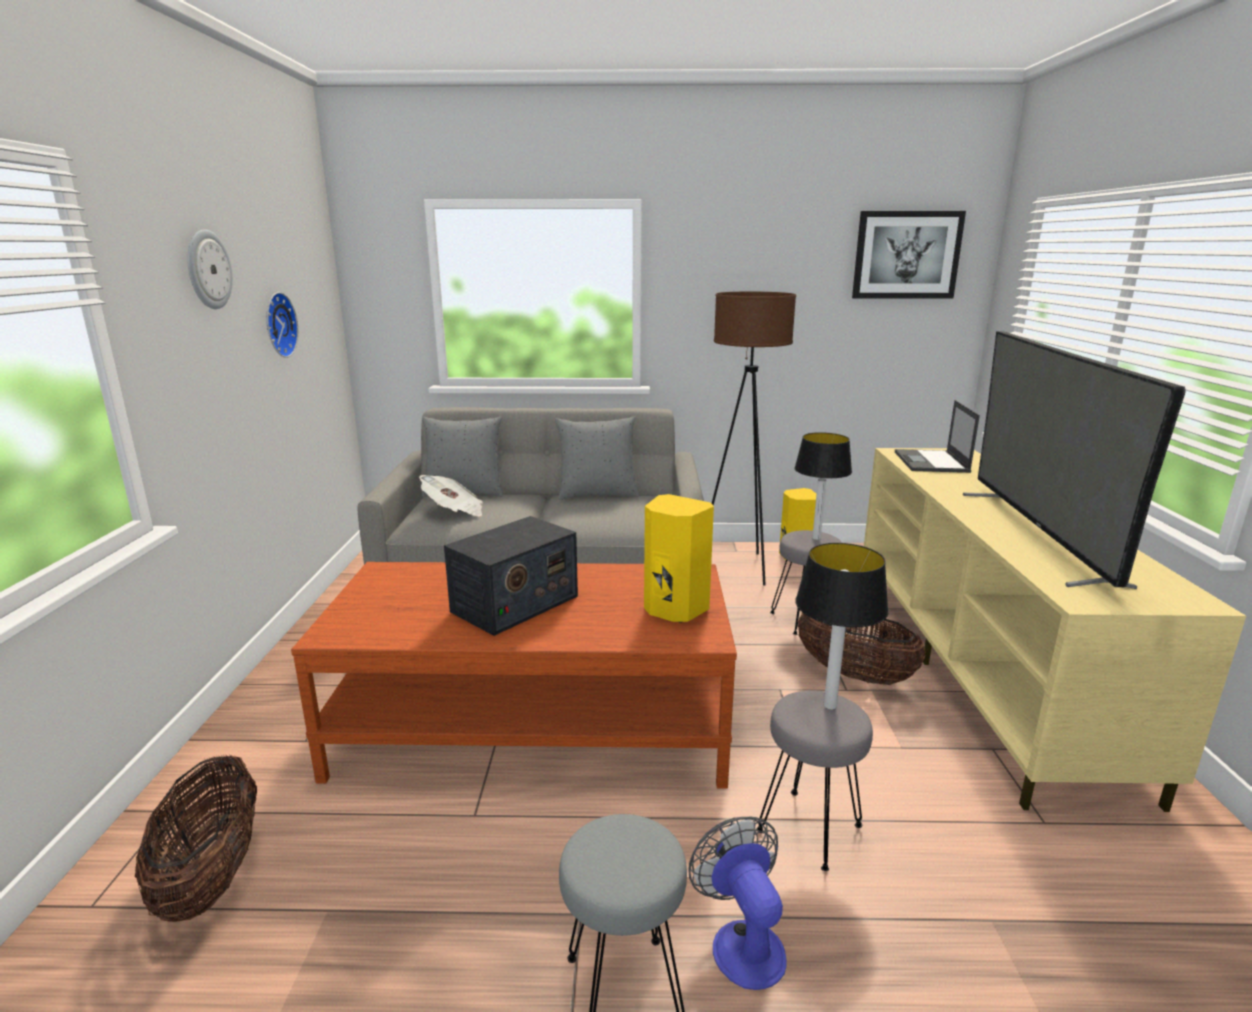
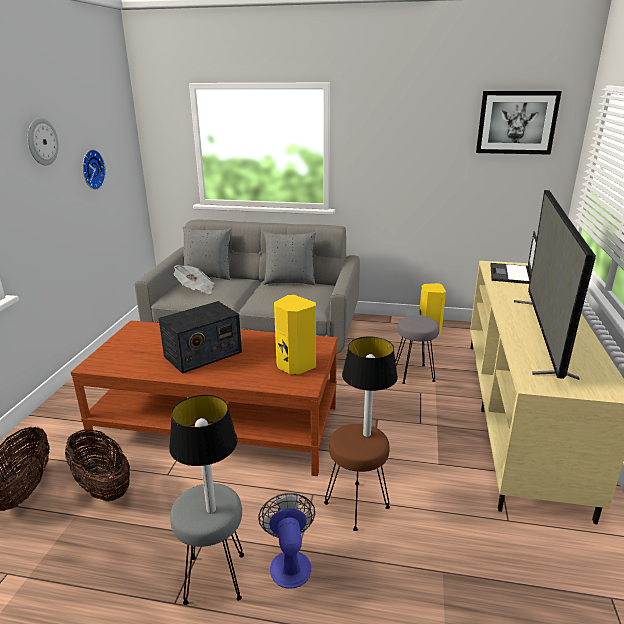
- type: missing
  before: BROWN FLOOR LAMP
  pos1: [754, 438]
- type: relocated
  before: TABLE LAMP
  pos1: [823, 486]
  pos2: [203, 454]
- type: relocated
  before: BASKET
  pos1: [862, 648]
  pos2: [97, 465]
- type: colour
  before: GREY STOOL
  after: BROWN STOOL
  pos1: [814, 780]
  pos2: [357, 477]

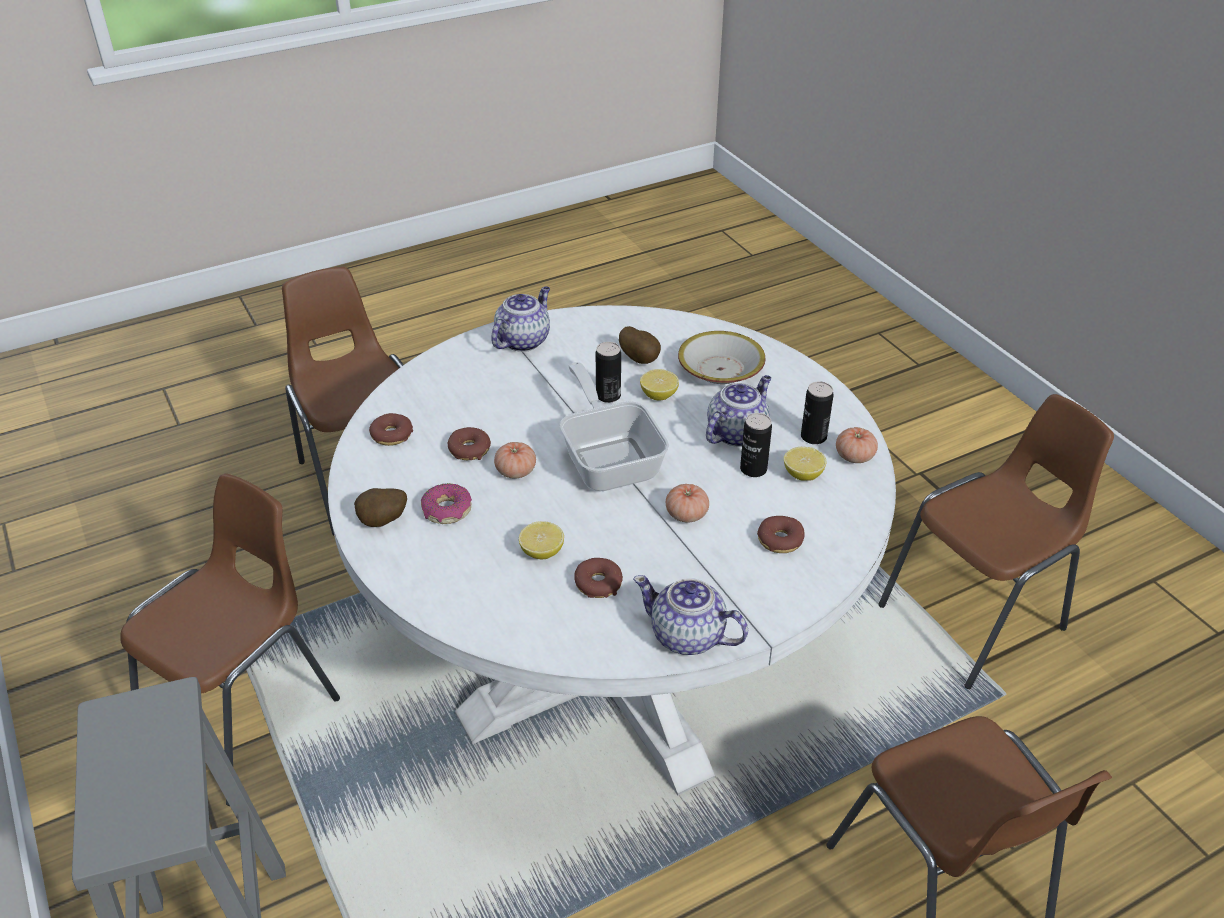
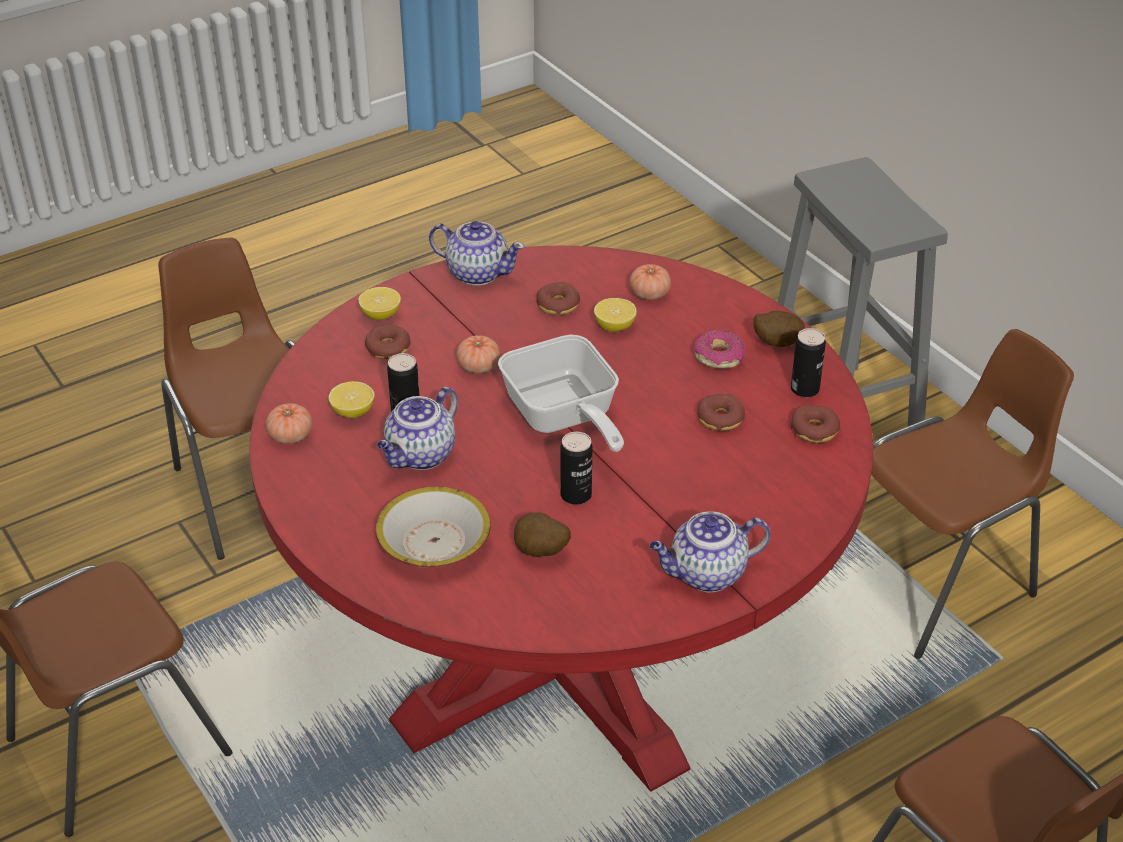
- type: spun
  before: TEAPOT
  pos1: [520, 319]
  pos2: [710, 551]
  turn: 45
- type: colour
  before: WHITE DINING TABLE
  after: RED DINING TABLE
  pos1: [612, 550]
  pos2: [561, 519]
- type: relocated
  before: LEMON
  pos1: [659, 385]
  pos2: [379, 303]
- type: relocated
  before: CAN
  pos1: [817, 412]
  pos2: [808, 362]
- type: relocated
  before: TOMATO
  pos1: [515, 460]
  pos2: [650, 282]
- type: spun
  before: BROWN CHAIR
  pos1: [230, 639]
  pos2: [952, 494]
  turn: -150

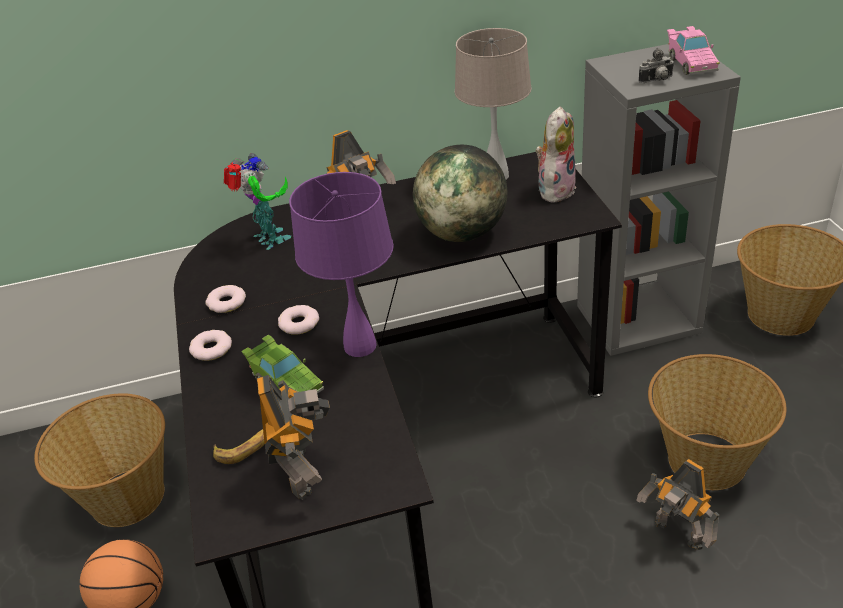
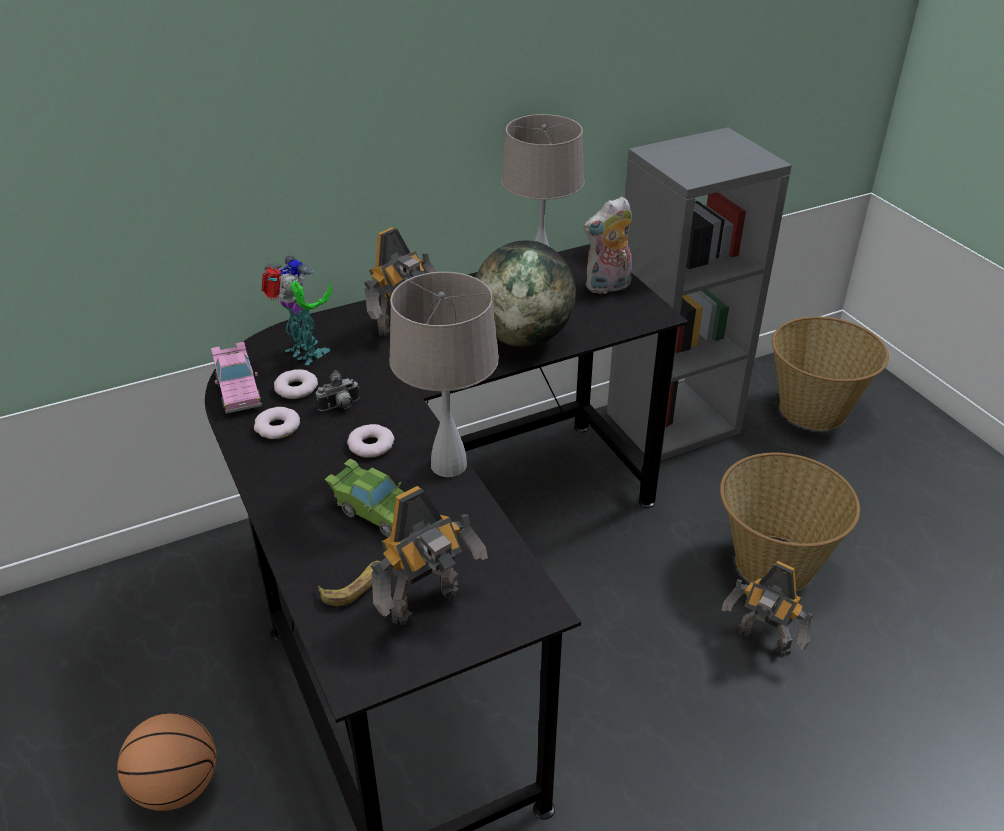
- type: relocated
  before: PINK TOY CAR
  pos1: [693, 50]
  pos2: [236, 378]
- type: relocated
  before: PHOTO CAMERA
  pos1: [656, 65]
  pos2: [337, 390]
- type: spun
  before: PLUSH TOY
  pos1: [555, 154]
  pos2: [607, 246]
  turn: -135
- type: colour
  before: PURPLE TABLE LAMP
  after: BEIGE TABLE LAMP
  pos1: [341, 264]
  pos2: [444, 374]
- type: relocated
  before: DONUT
  pos1: [210, 345]
  pos2: [296, 384]
- type: spun
  before: TOY ROBOT
  pos1: [293, 437]
  pos2: [429, 555]
  turn: 75
- type: missing
  before: BASKET
  pos1: [99, 460]

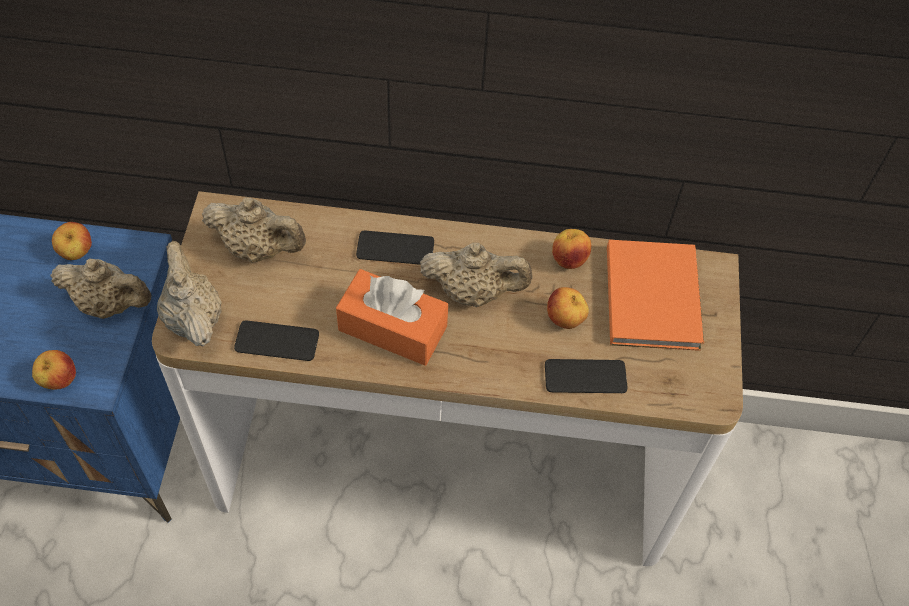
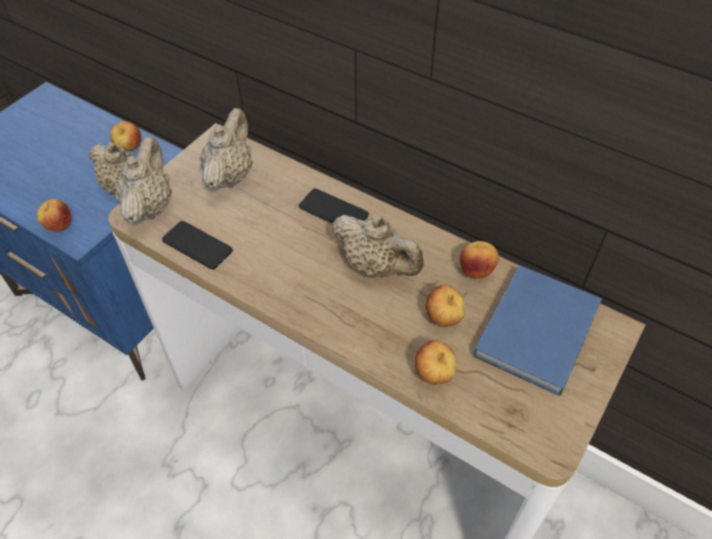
- type: spun
  before: BEIGE TEAPOT
  pos1: [254, 229]
  pos2: [226, 148]
  turn: -120
- type: colour
  before: ORANGE BOOK
  after: BLUE BOOK
  pos1: [655, 295]
  pos2: [537, 330]
- type: missing
  before: ORANGE TISSUE BOX
  pos1: [392, 317]
- type: exchanged
  before: PHONE
  after: APPLE
  pos1: [586, 376]
  pos2: [435, 362]

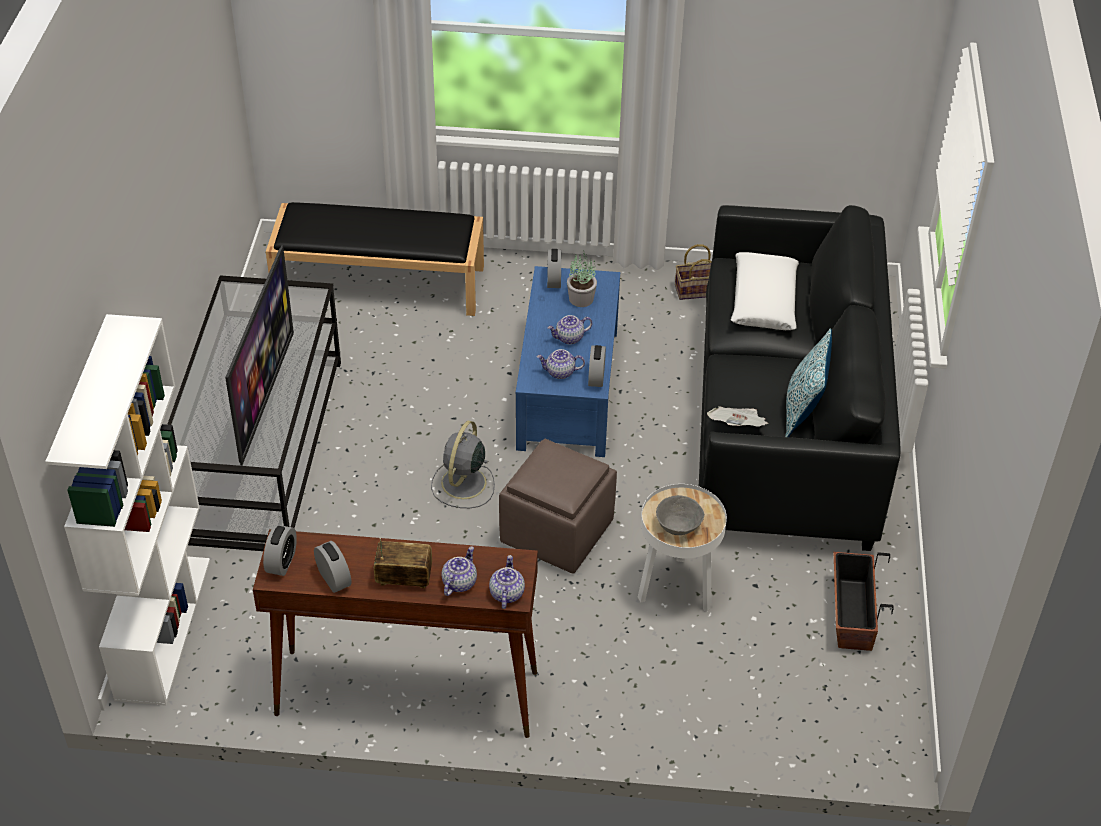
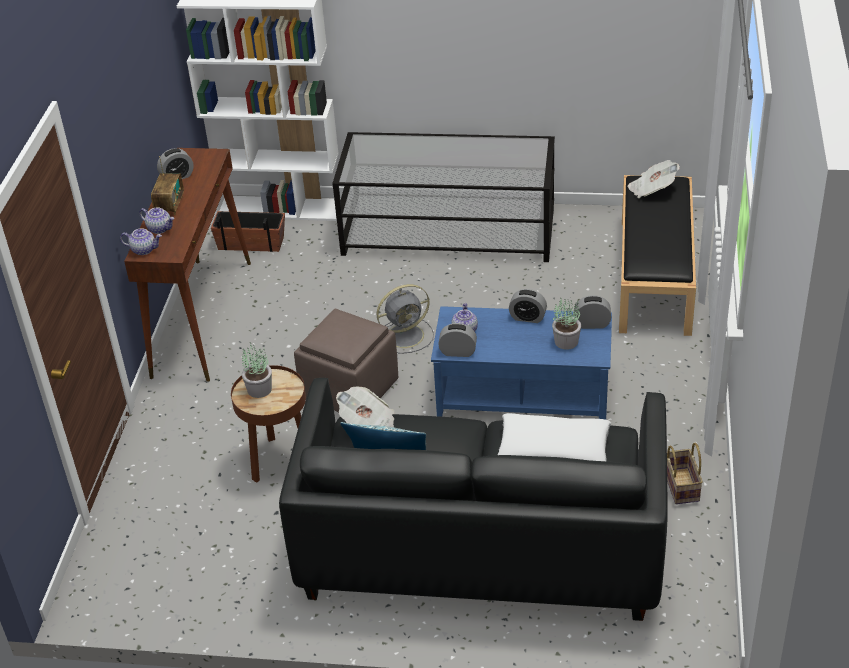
- type: missing
  before: TELEVISION
  pos1: [259, 355]
- type: missing
  before: TEAPOT
  pos1: [569, 329]
- type: spun
  before: GREY FAN
  pos1: [463, 464]
  pos2: [405, 319]
  turn: 135
- type: colour
  before: WHITE SIDE TABLE
  after: BROWN SIDE TABLE
  pos1: [682, 547]
  pos2: [268, 424]
- type: exchanged
  before: GREY BOWL
  after: POTTED PLANT
  pos1: [680, 515]
  pos2: [257, 370]
- type: relocated
  before: ALARM CLOCK
  pos1: [280, 550]
  pos2: [528, 306]
- type: relocated
  before: PLANTER
  pos1: [864, 601]
  pos2: [248, 231]
- type: appeared
  after: NEWSPAPER
  pos2: [653, 179]

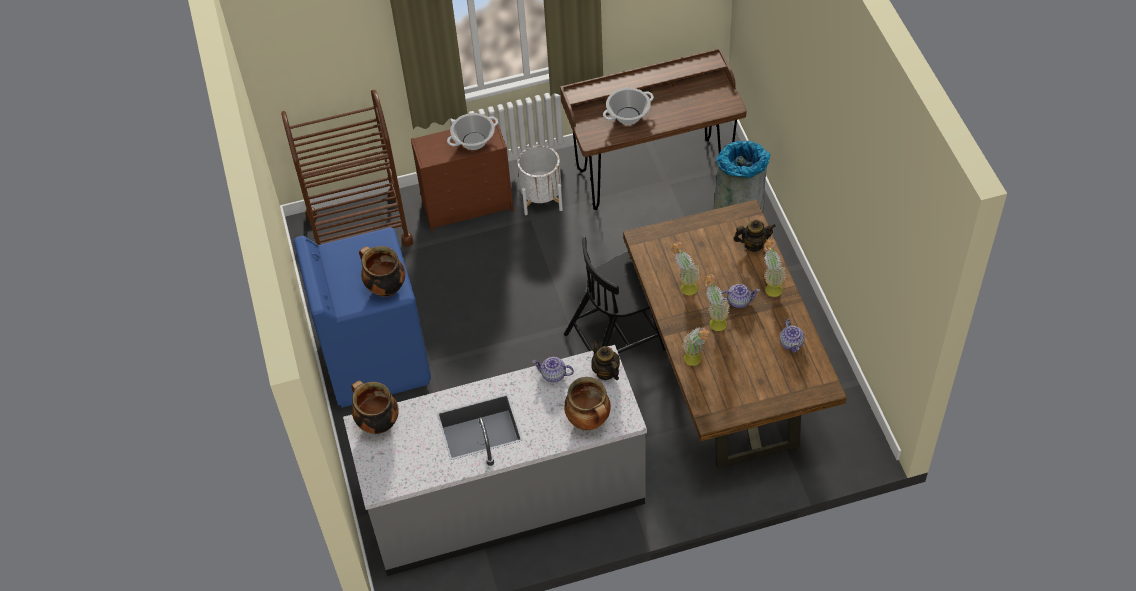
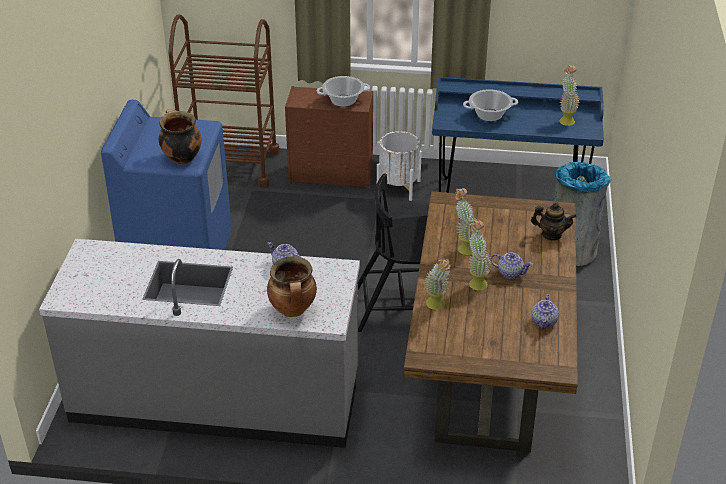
- type: colour
  before: BROWN DESK
  after: BLUE DESK
  pos1: [653, 129]
  pos2: [518, 135]
- type: relocated
  before: POTTED PLANT
  pos1: [775, 268]
  pos2: [569, 95]
- type: missing
  before: TEAPOT
  pos1: [605, 360]
- type: missing
  before: COOKING POT
  pos1: [375, 407]

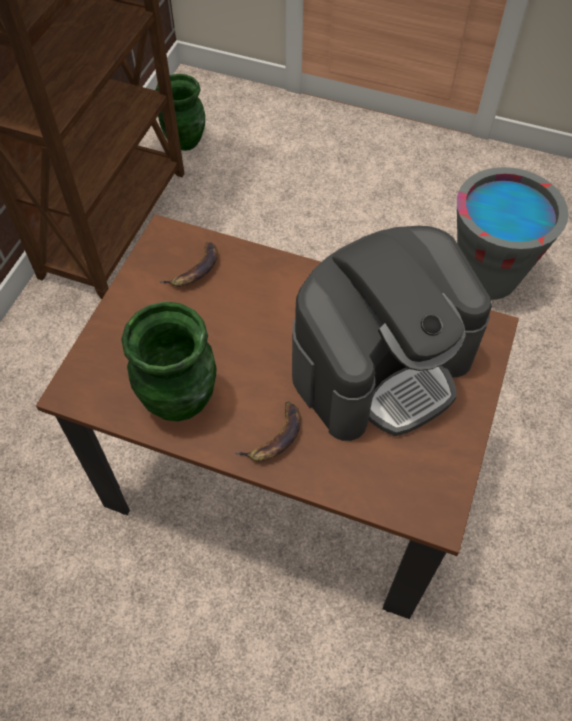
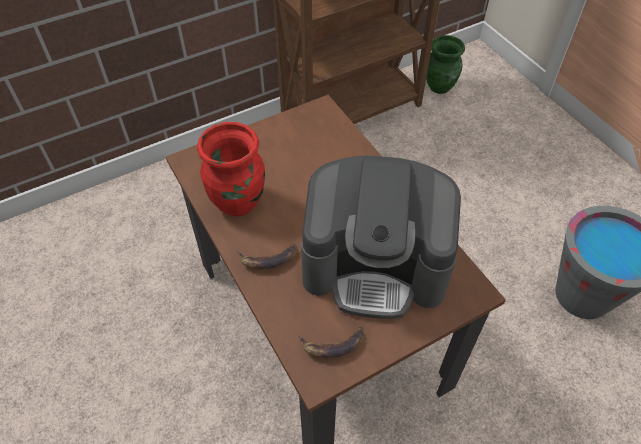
- type: relocated
  before: BANANA
  pos1: [188, 264]
  pos2: [331, 342]
- type: colour
  before: GREEN VASE
  after: RED VASE
  pos1: [169, 361]
  pos2: [231, 169]

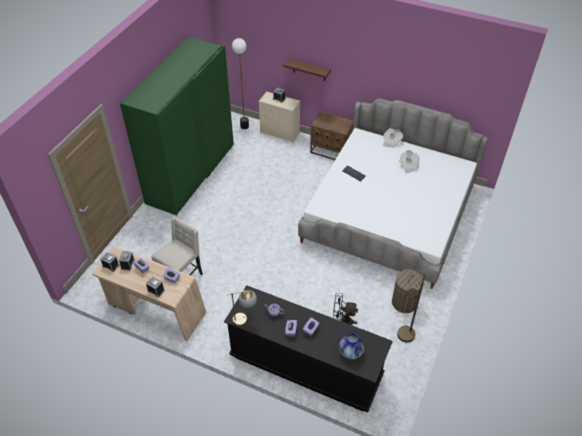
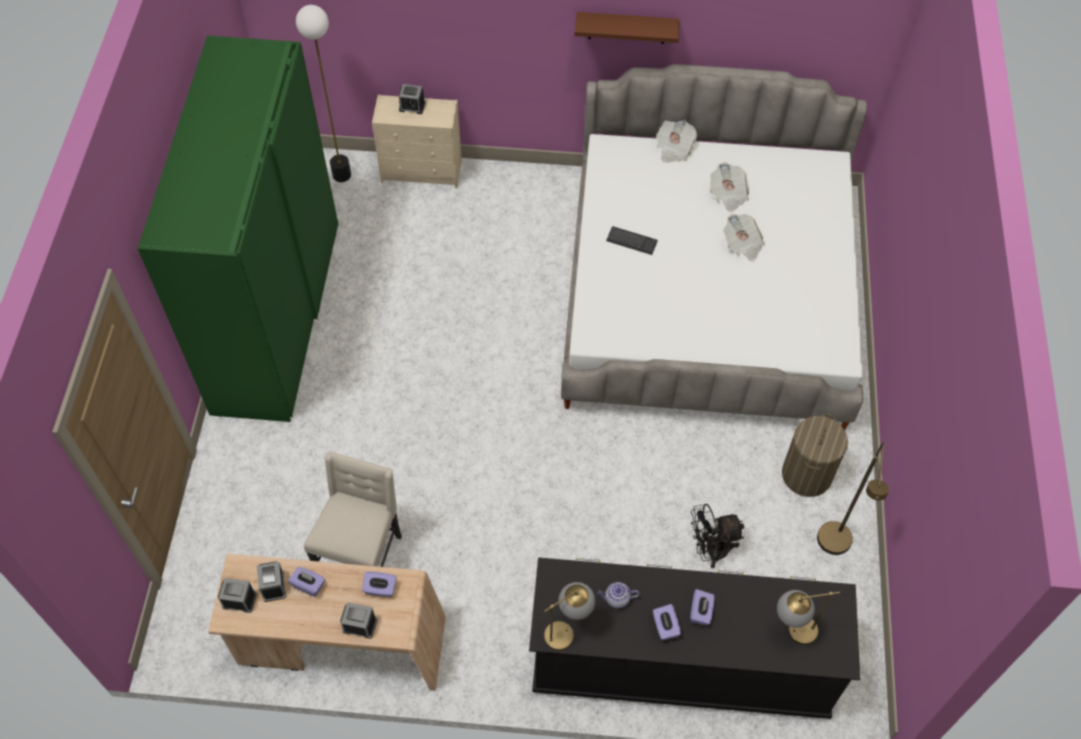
- type: relocated
  before: BROWN SHELF
  pos1: [307, 69]
  pos2: [627, 28]
- type: missing
  before: BROWN NIGHTSTAND
  pos1: [332, 135]
- type: exchanged
  before: VASE
  after: TABLE LAMP
  pos1: [351, 346]
  pos2: [808, 617]
- type: appeared
  after: NEWSPAPER
  pos2: [744, 238]

